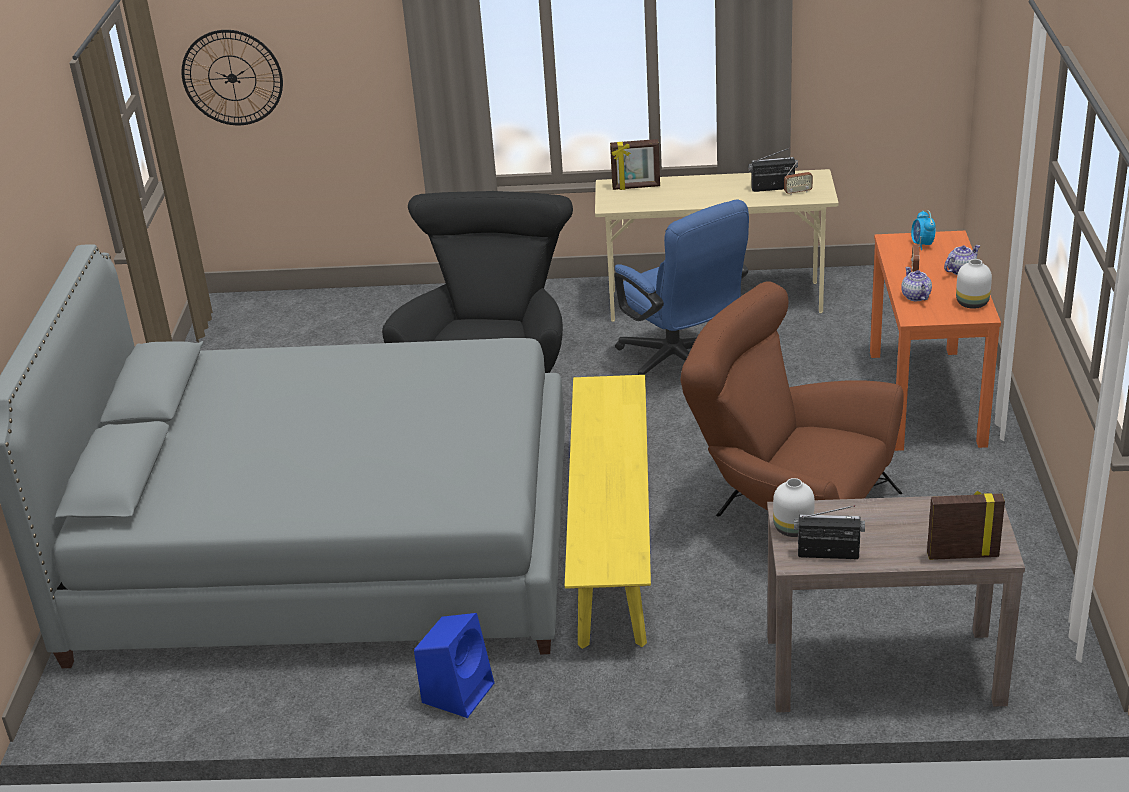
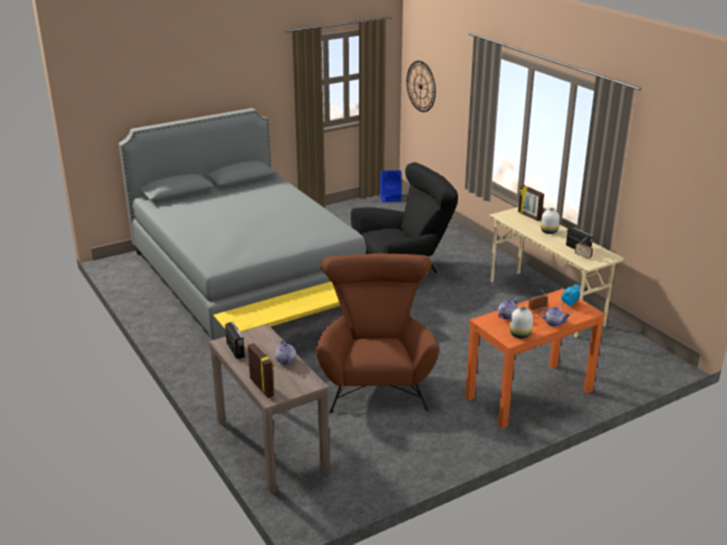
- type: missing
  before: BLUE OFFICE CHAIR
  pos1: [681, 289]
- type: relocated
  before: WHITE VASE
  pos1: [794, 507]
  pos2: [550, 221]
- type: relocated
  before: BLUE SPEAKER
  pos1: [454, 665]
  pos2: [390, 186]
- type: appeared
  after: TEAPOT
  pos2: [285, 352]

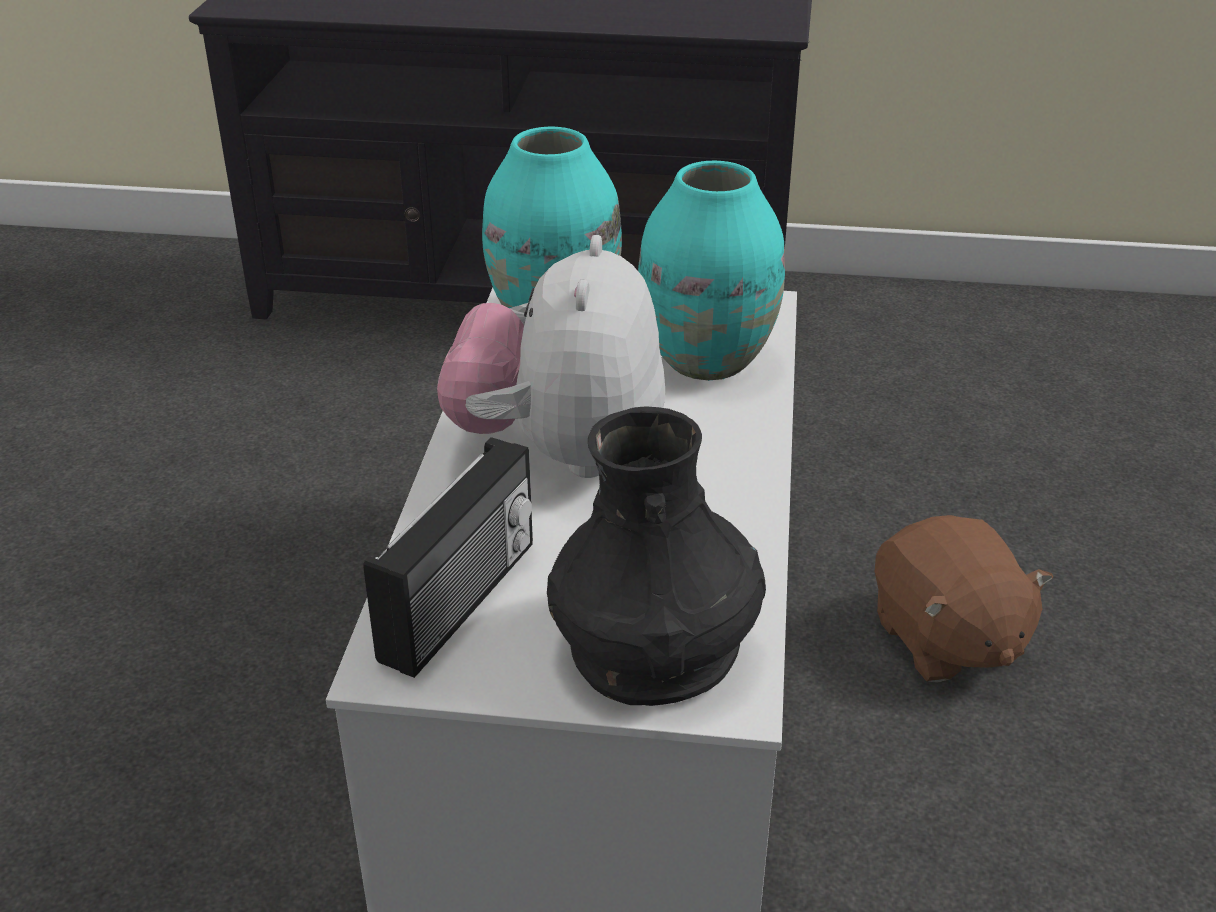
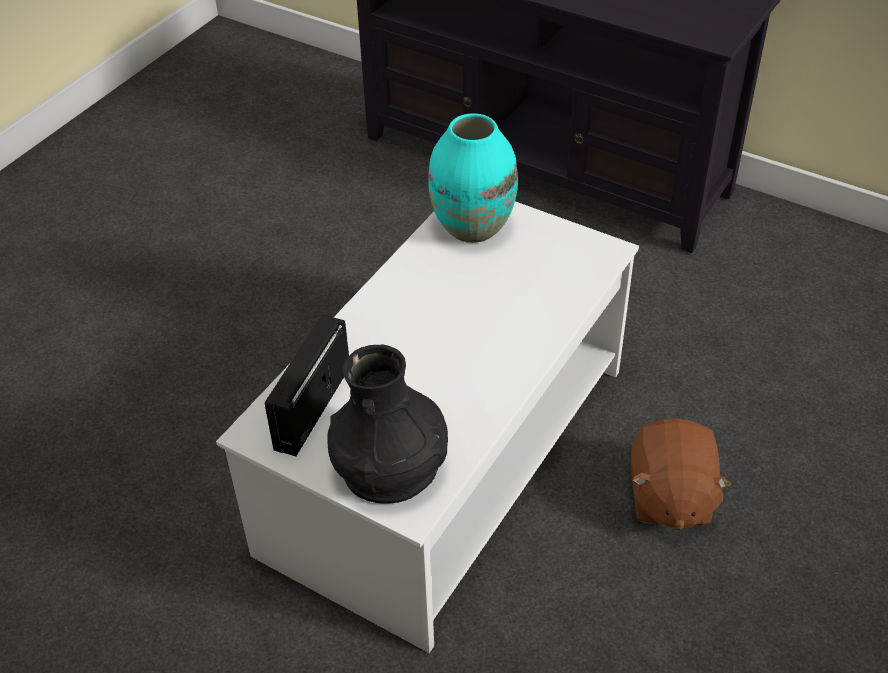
- type: missing
  before: TURQUOISE VASE
  pos1: [711, 271]
- type: missing
  before: PLUSH TOY
  pos1: [551, 356]
- type: spun
  before: RADIO
  pos1: [448, 557]
  pos2: [307, 385]
  turn: 150

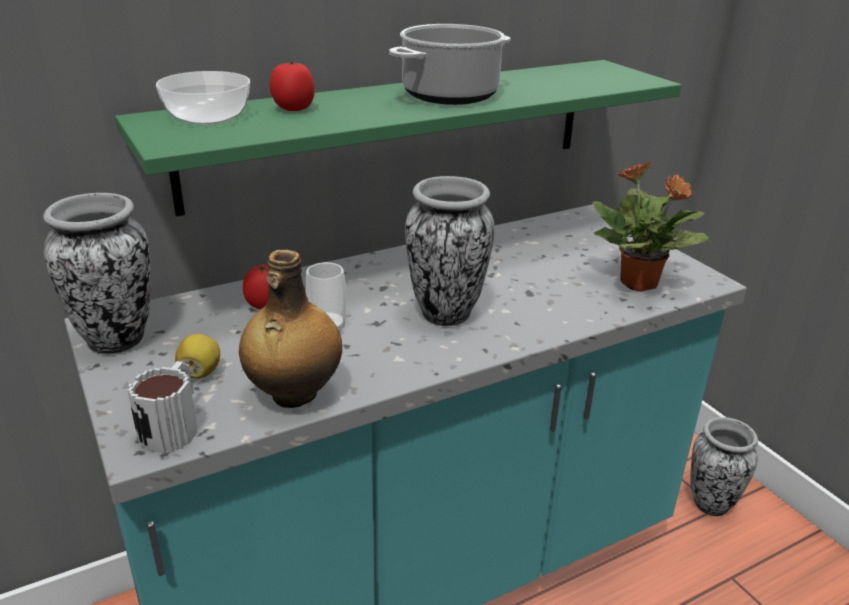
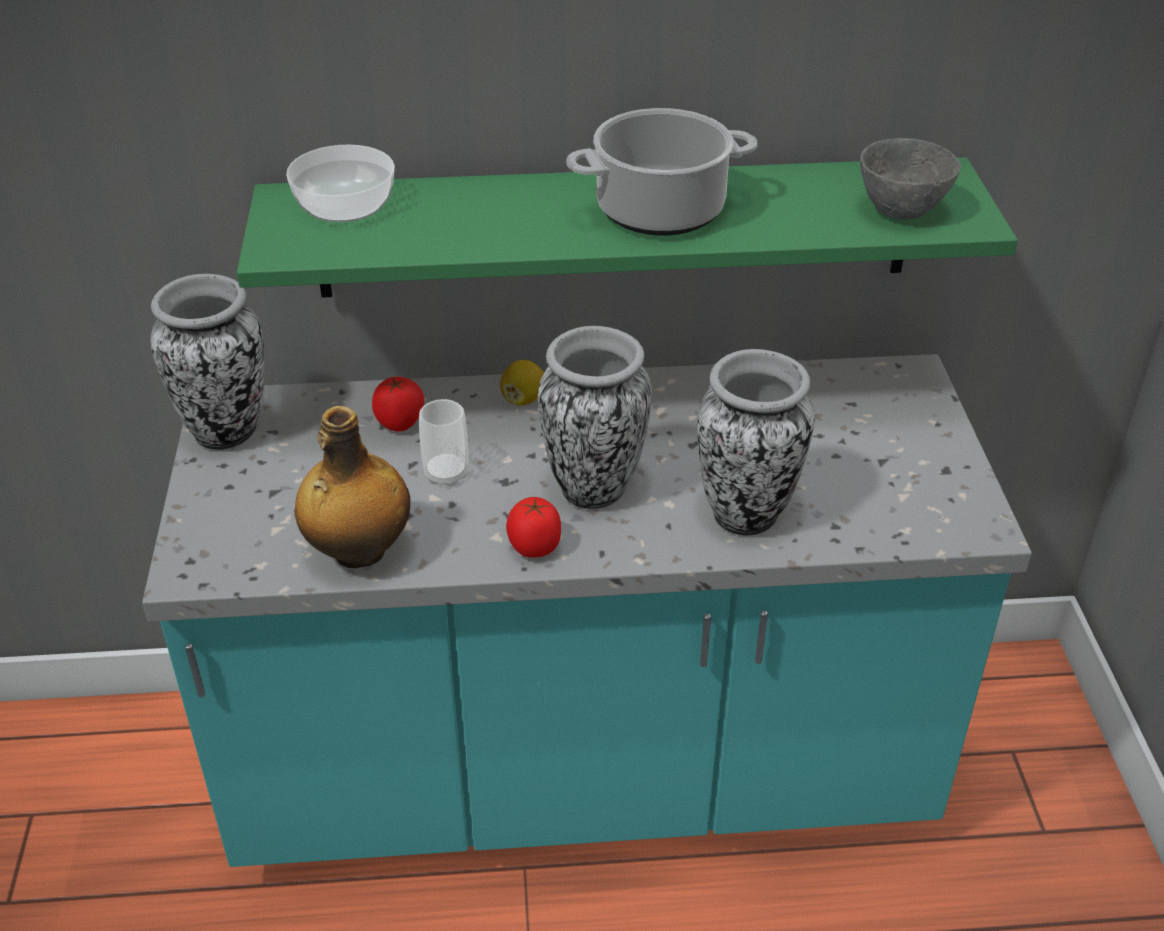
- type: relocated
  before: TOMATO
  pos1: [292, 86]
  pos2: [533, 527]
- type: missing
  before: POTTED PLANT
  pos1: [650, 227]
- type: relocated
  before: LEMON
  pos1: [197, 356]
  pos2: [522, 382]
- type: missing
  before: MUG
  pos1: [162, 407]
- type: relocated
  before: VASE
  pos1: [724, 466]
  pos2: [756, 442]
- type: appeared
  after: GREY BOWL
  pos2: [910, 179]

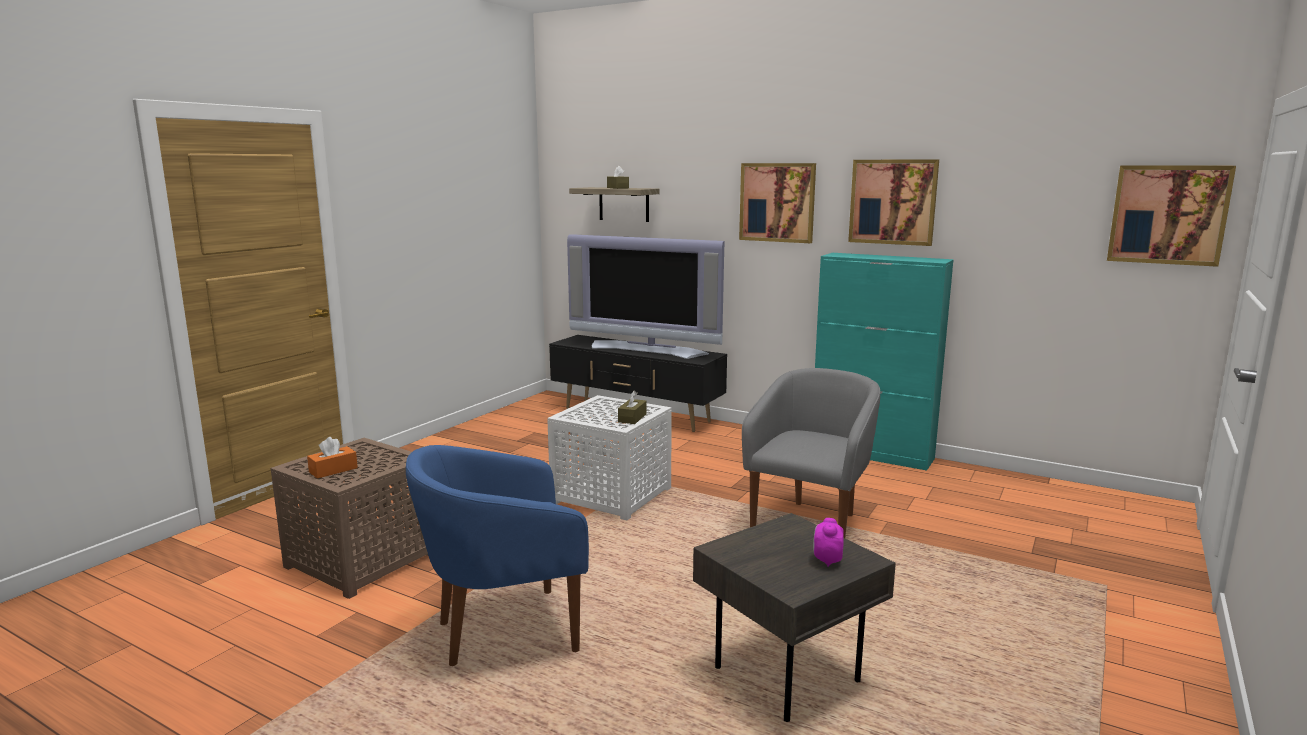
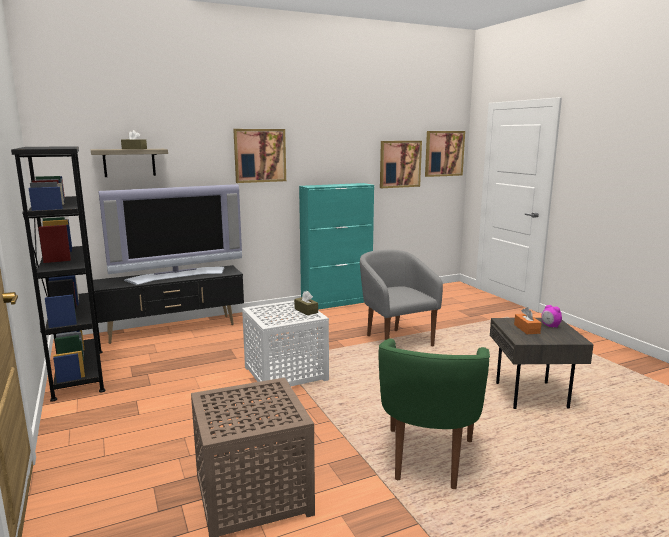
- type: relocated
  before: PICTURE
  pos1: [893, 203]
  pos2: [401, 164]
- type: relocated
  before: ORANGE TISSUE BOX
  pos1: [332, 458]
  pos2: [527, 320]
- type: colour
  before: BLUE ARMCHAIR
  after: GREEN ARMCHAIR
  pos1: [497, 555]
  pos2: [434, 414]
- type: appeared
  after: BLACK BOOKCASE
  pos2: [58, 274]

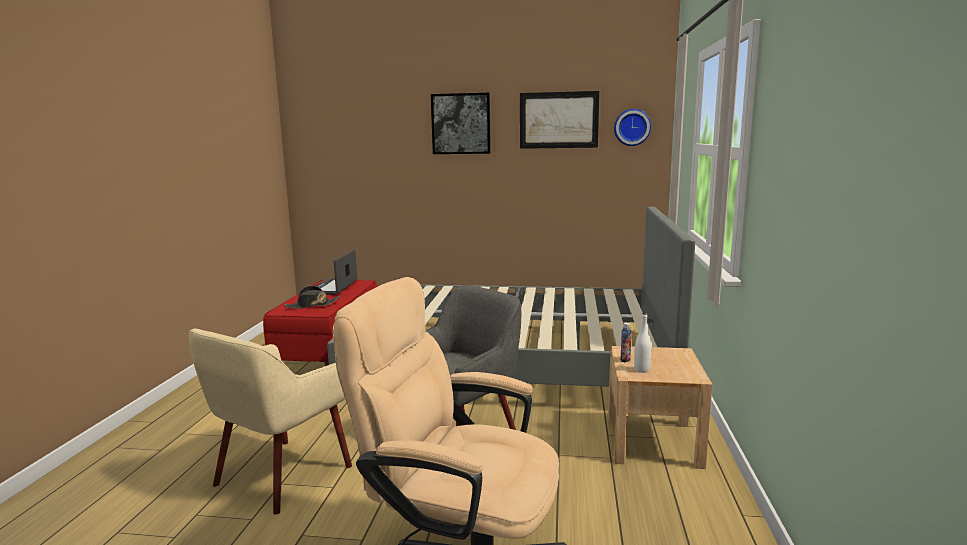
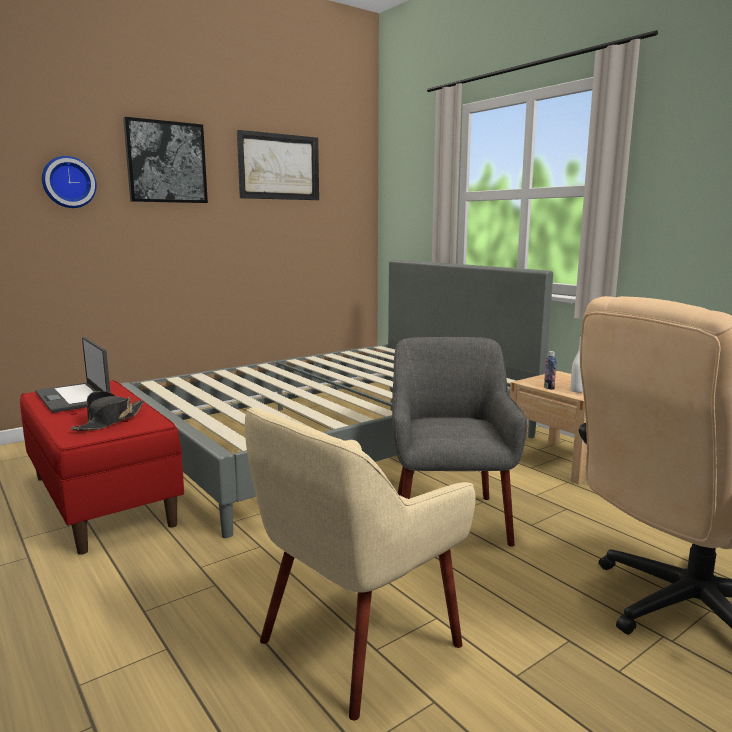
- type: relocated
  before: WALL CLOCK
  pos1: [632, 127]
  pos2: [69, 182]
- type: spun
  before: BEIGE ARMCHAIR
  pos1: [270, 422]
  pos2: [360, 563]
  turn: 60

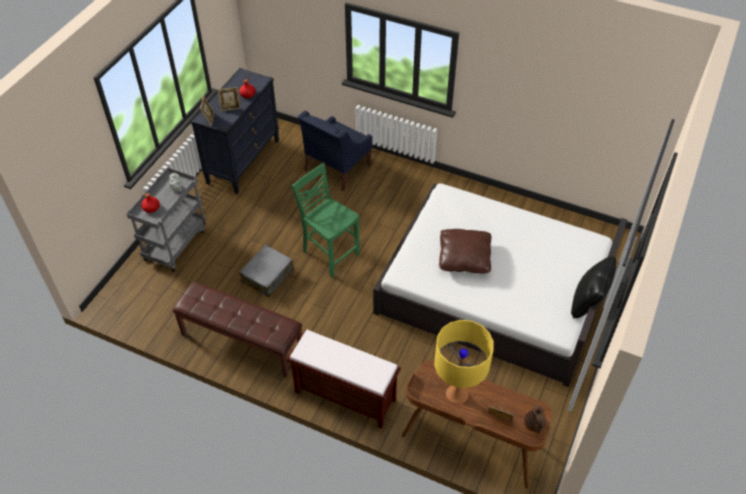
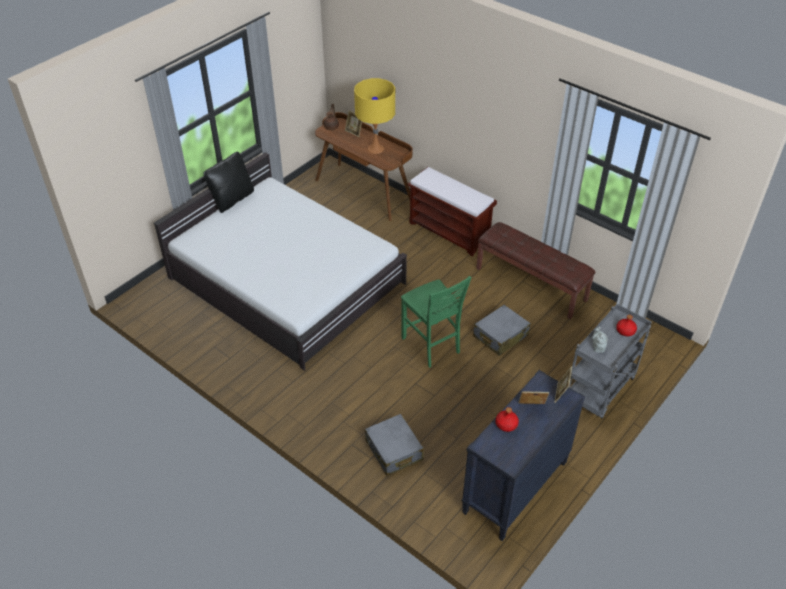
- type: exchanged
  before: BLUE ARMCHAIR
  after: GREY SUITCASE
  pos1: [335, 151]
  pos2: [394, 445]
- type: missing
  before: BROWN PILLOW
  pos1: [465, 251]

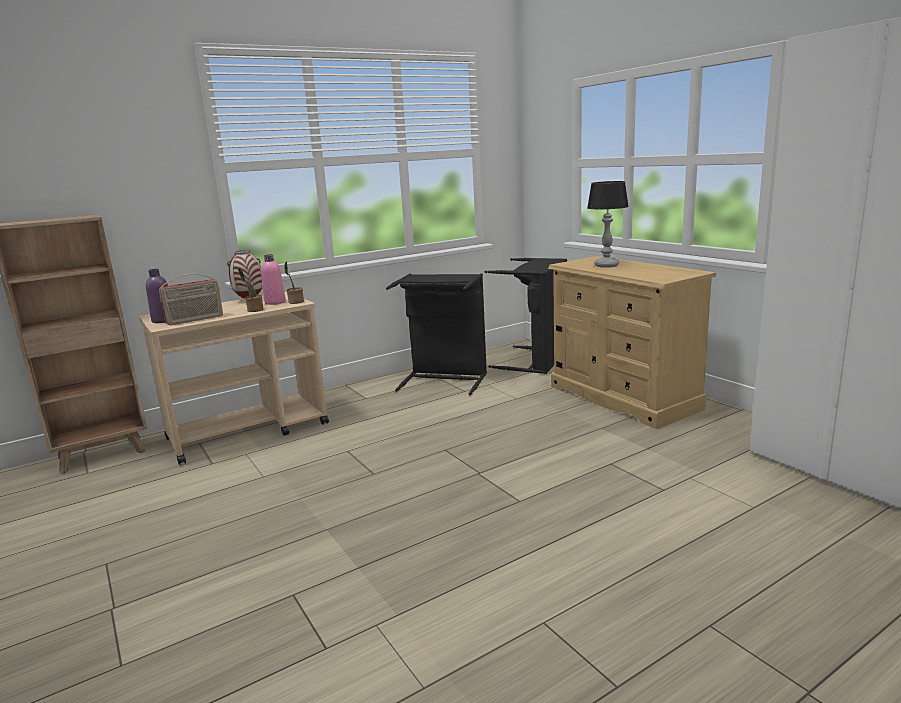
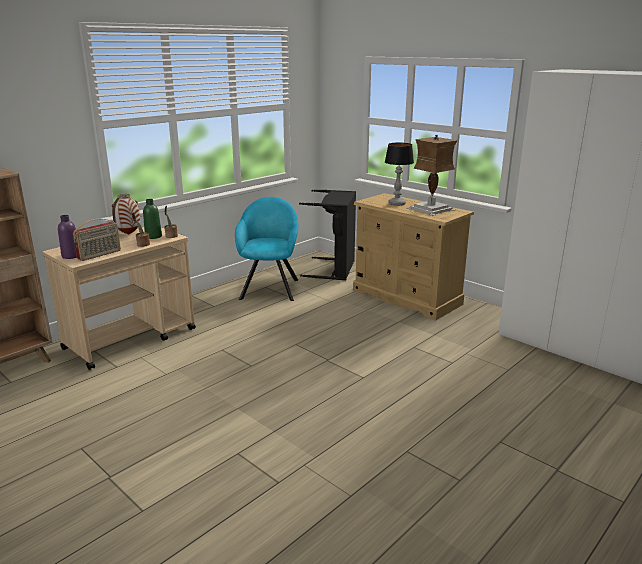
- type: colour
  before: PINK BOTTLE
  after: GREEN BOTTLE
  pos1: [273, 279]
  pos2: [152, 219]
- type: exchanged
  before: BLACK LAUNDRY BASKET
  after: TURQUOISE ARMCHAIR
  pos1: [436, 334]
  pos2: [266, 249]
- type: appeared
  after: TABLE LAMP
  pos2: [432, 175]

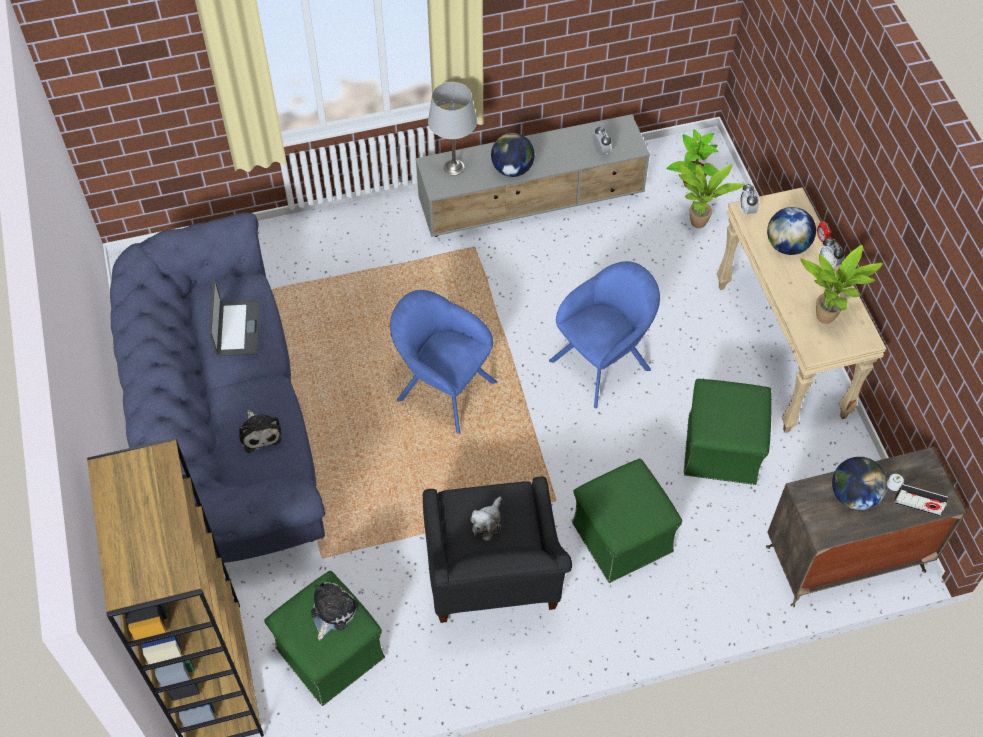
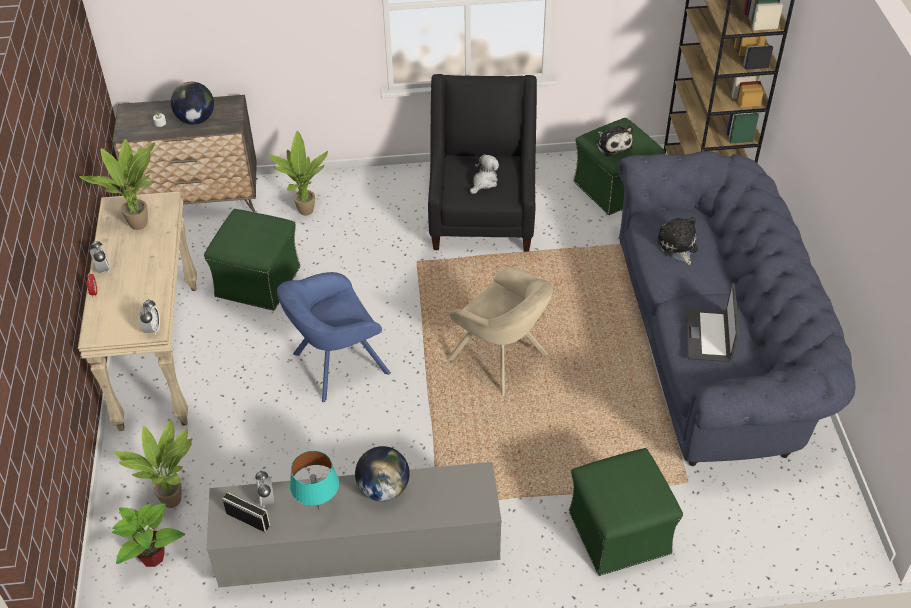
- type: missing
  before: GREY TABLE LAMP
  pos1: [452, 128]
- type: missing
  before: GLOBE
  pos1: [791, 231]
- type: colour
  before: BLUE ARMCHAIR
  after: BEIGE ARMCHAIR
  pos1: [443, 362]
  pos2: [500, 331]
- type: relocated
  before: GREEN OTTOMAN
  pos1: [627, 521]
  pos2: [626, 512]
- type: relocated
  before: RADIO
  pos1: [921, 500]
  pos2: [246, 512]
- type: spun
  before: PLUSH TOY
  pos1: [334, 611]
  pos2: [614, 140]
  turn: -60
- type: appeared
  after: POTTED PLANT
  pos2: [298, 173]
- type: appeared
  after: TURQUOISE TABLE LAMP
  pos2: [314, 480]

